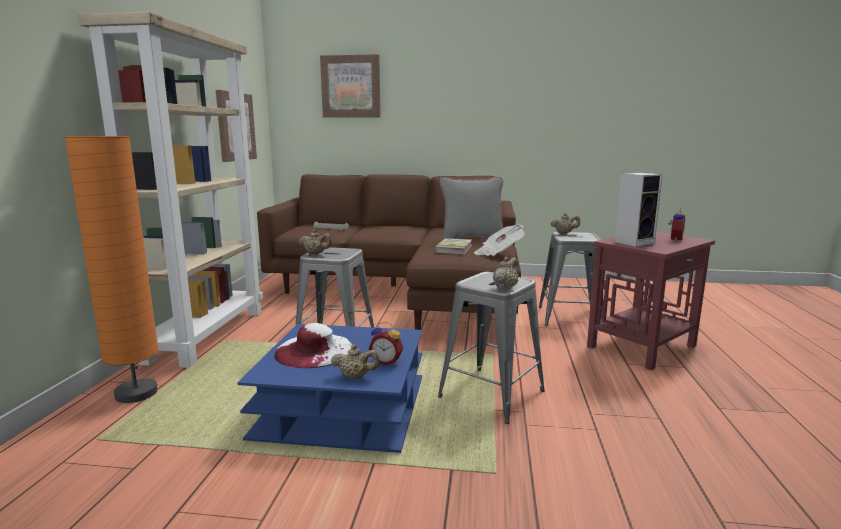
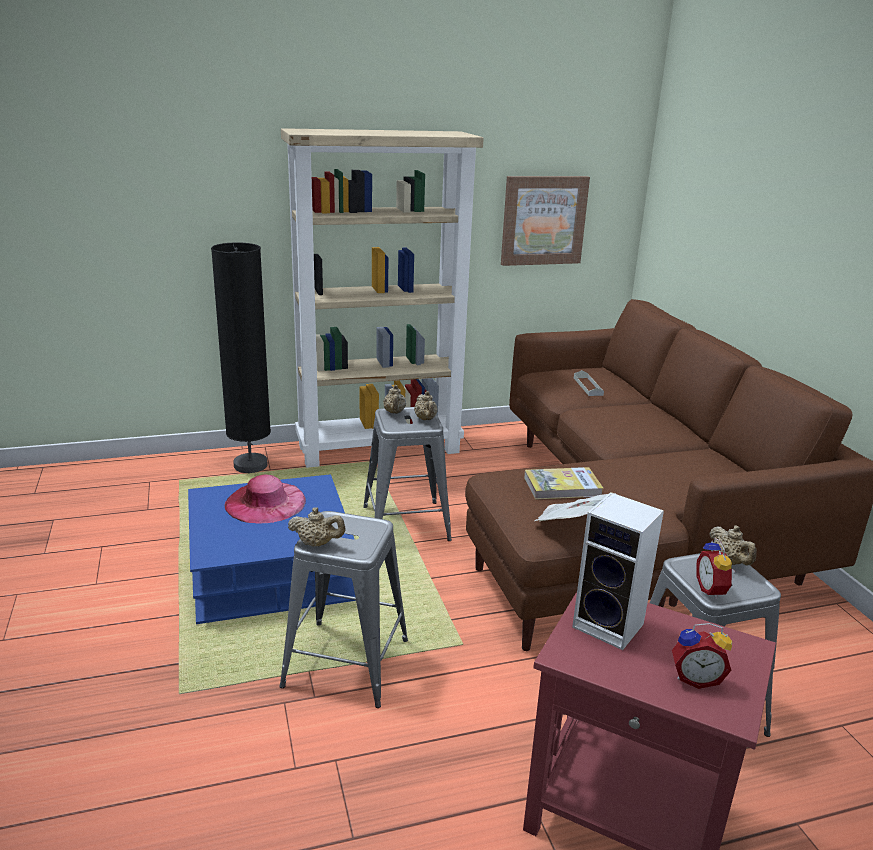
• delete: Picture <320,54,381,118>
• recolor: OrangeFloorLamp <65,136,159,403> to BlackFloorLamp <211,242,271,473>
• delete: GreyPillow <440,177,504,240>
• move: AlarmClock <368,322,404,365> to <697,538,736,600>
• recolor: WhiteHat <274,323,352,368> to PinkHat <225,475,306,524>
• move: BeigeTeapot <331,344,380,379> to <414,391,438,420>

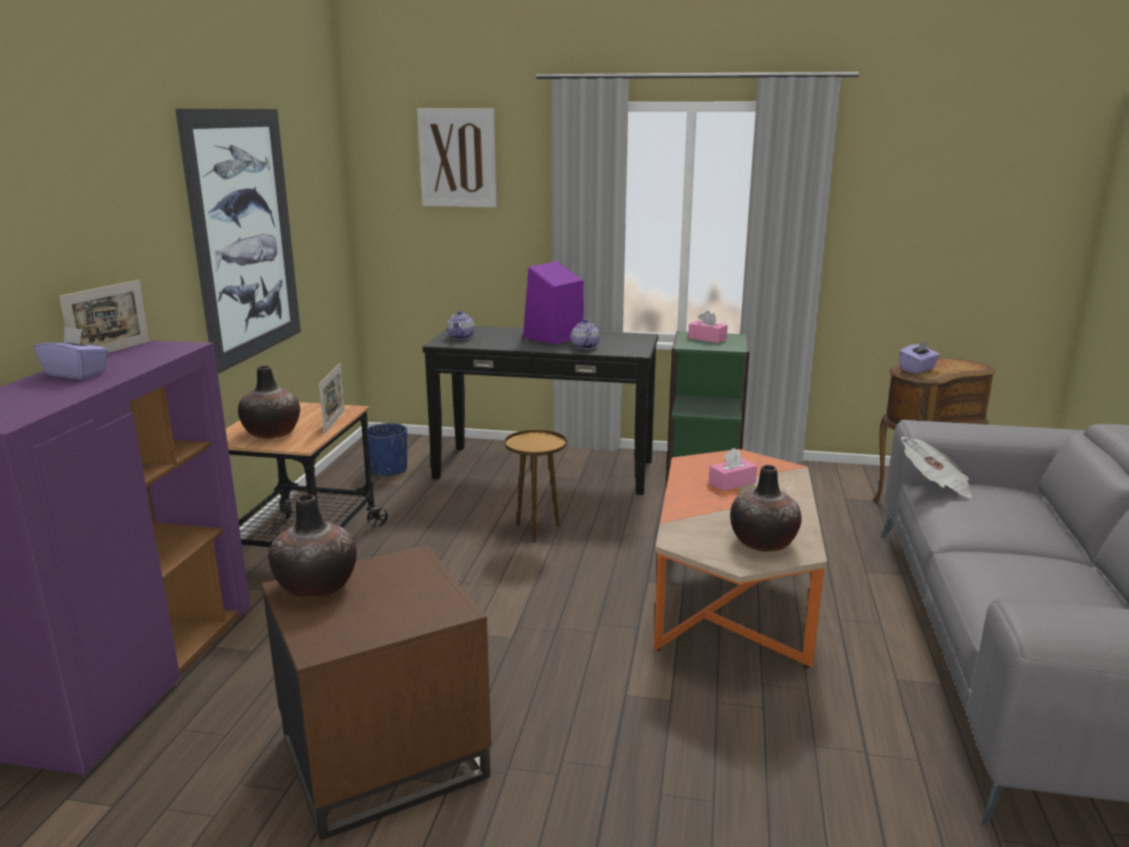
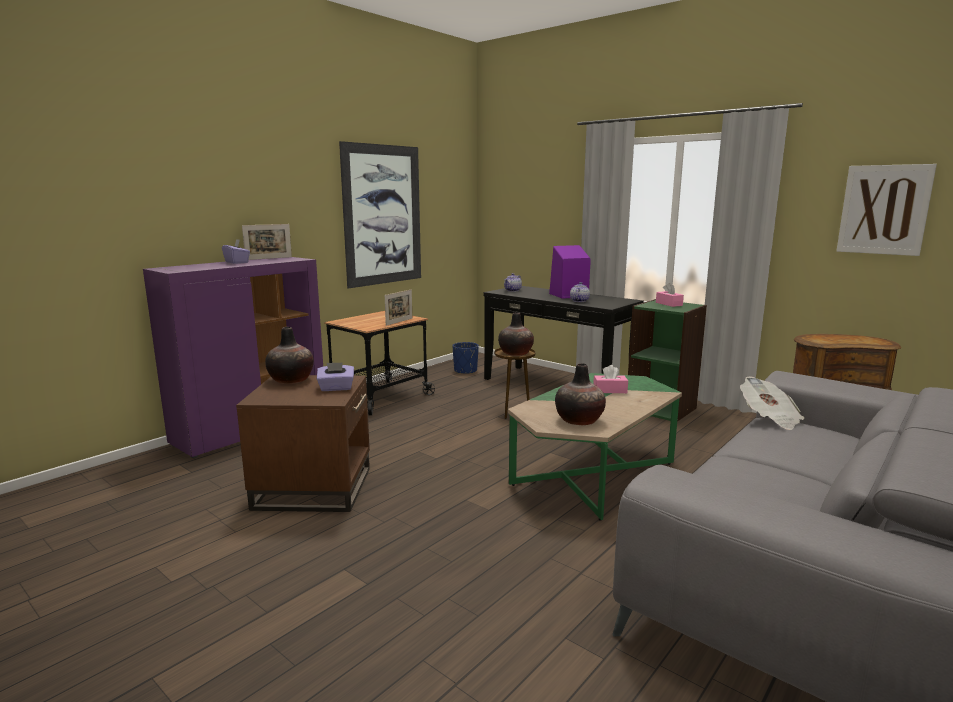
• move: Picture <417,108,497,208> to <836,164,937,256>
• move: PurpleTissueBox <899,341,940,374> to <317,363,354,391>
• move: Vase <238,366,300,439> to <498,312,534,356>
• recolor: OrangeCoffeeTable <654,449,827,668> to GreenCoffeeTable <508,373,682,521>

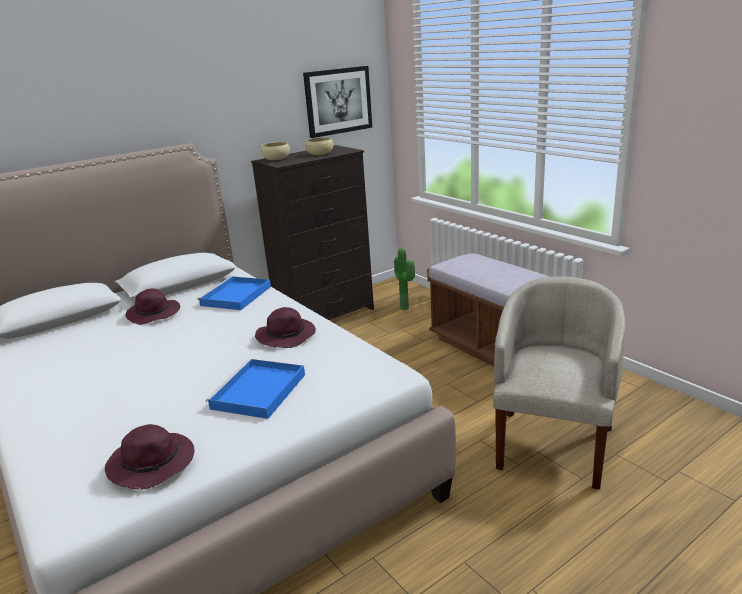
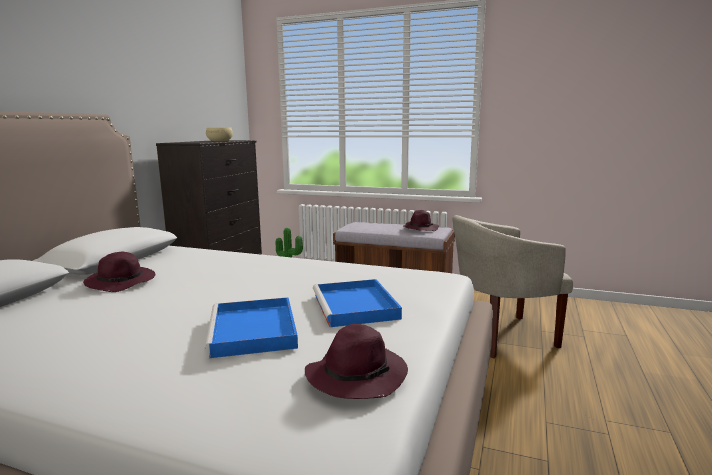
• delete: Picture <303,66,372,138>
• delete: BeigeBowl <261,142,290,160>
• move: BlueTray <197,276,271,310> to <205,297,298,358>
• rotate: BeigeArmchair <493,276,625,490> = <452,215,573,359> 90 degrees counterclockwise
• move: PurpleHat <255,307,316,348> to <403,210,439,231>

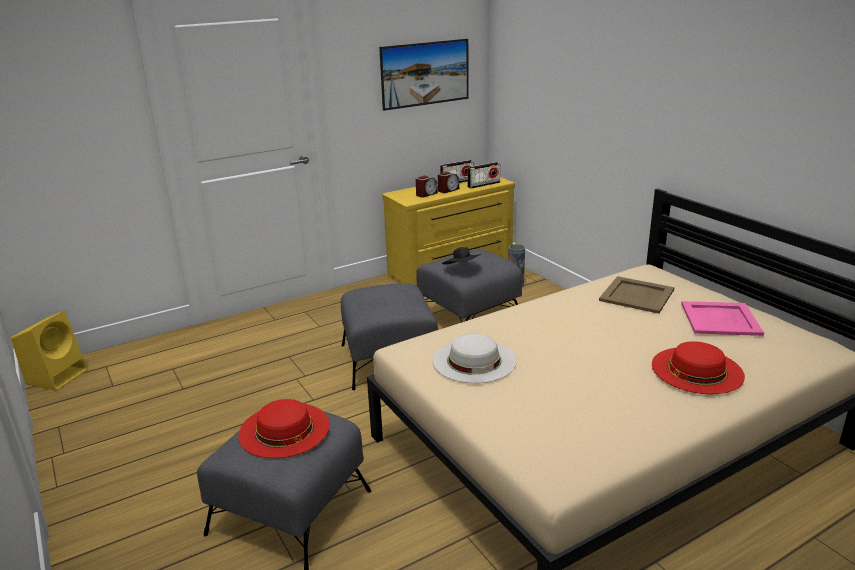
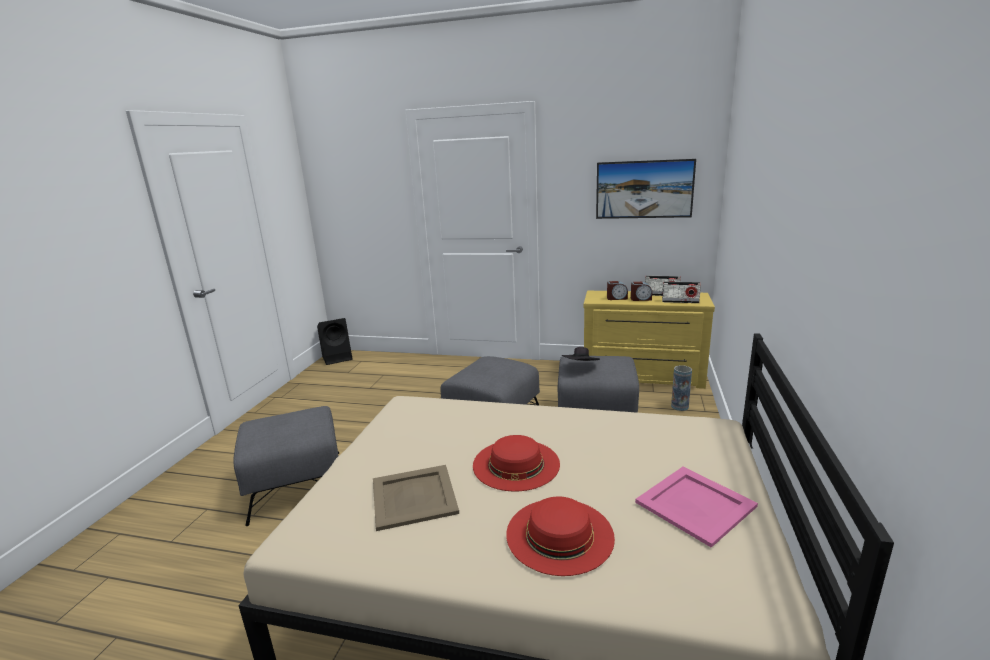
• move: BeigeTray <599,276,674,314> to <373,465,459,531>
• recolor: YellowSpeaker <11,311,87,391> to BlackSpeaker <317,318,353,365>
• delete: WhiteHat <433,333,516,383>
• move: RedHat <238,399,330,458> to <473,435,560,491>

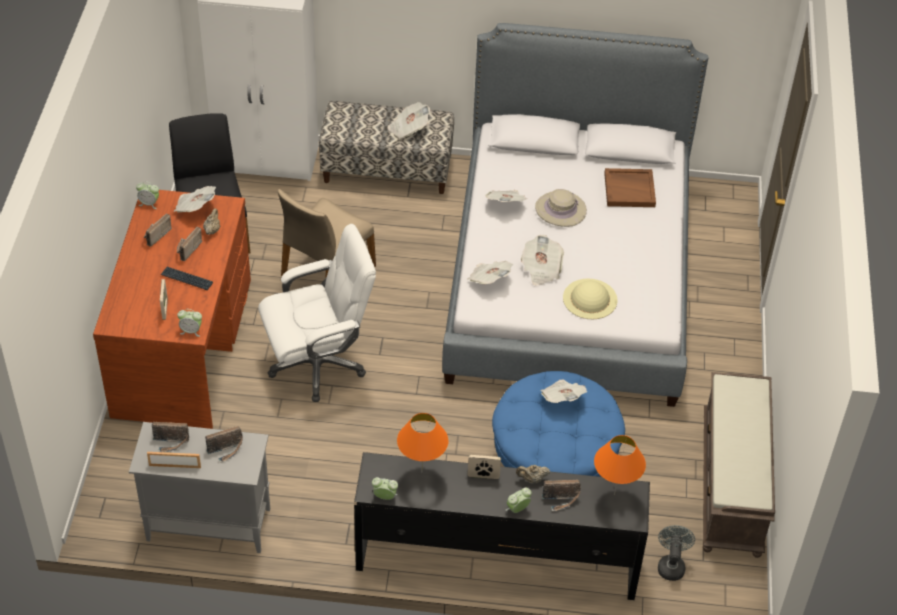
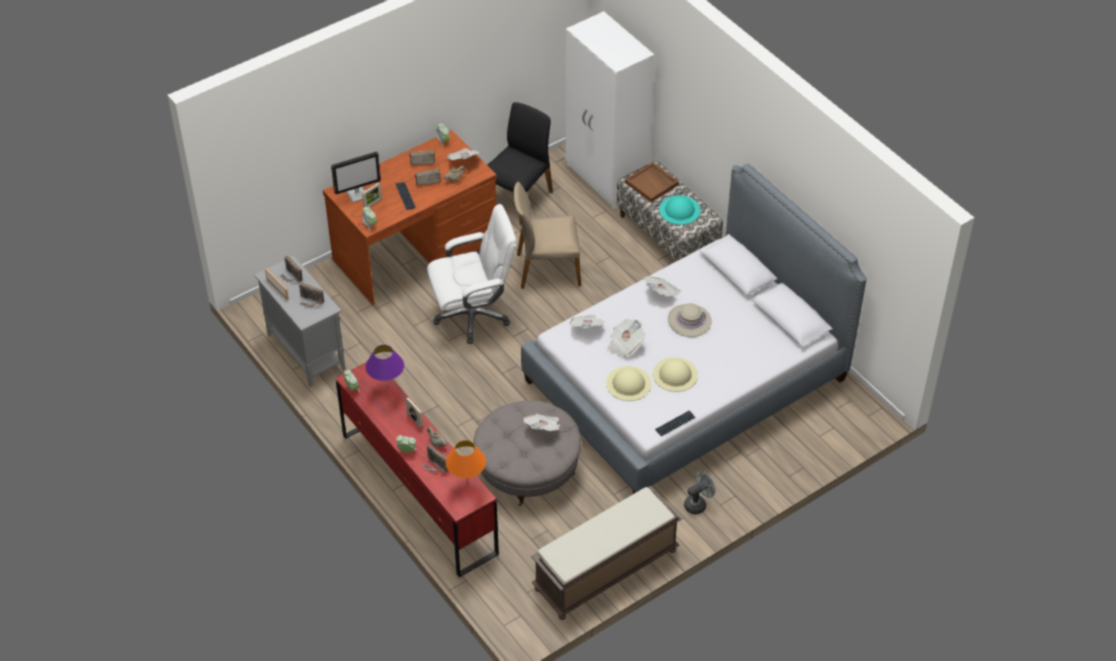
• replace: Newspaper <388,102,431,139> to TurquoiseHat <659,195,701,225>
• move: BrownTray <604,168,656,207> to <625,162,679,202>
• rotate: WhiteOfficeChair <258,224,376,402> = <427,204,517,344> 45 degrees counterclockwise
• recolor: BlueOttoman <492,371,625,477> to GreyOttoman <473,400,581,506>
• recolor: OrangeTableLamp <397,413,448,462> to PurpleTableLamp <365,345,404,392>
• recolor: BlackDresser <354,452,650,600> to RedDresser <335,362,499,578>
• move: GreyFan <658,525,695,581> to <684,471,715,514>
• insert: Monitor <331,151,381,202>
• insert: BeigeHat <653,357,698,392>
• insert: Keyboard <655,410,696,437>

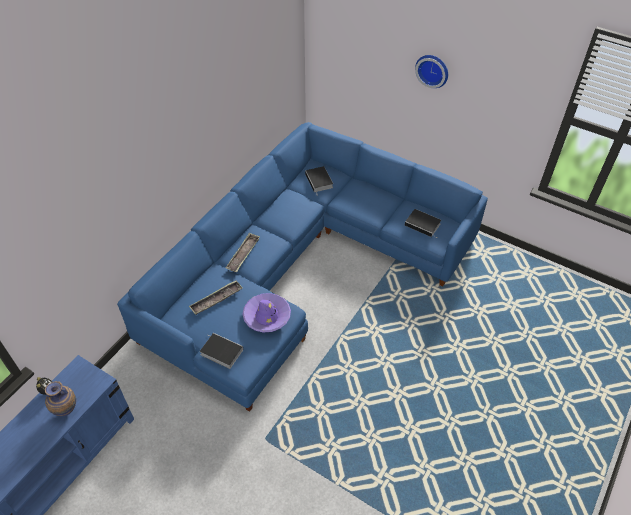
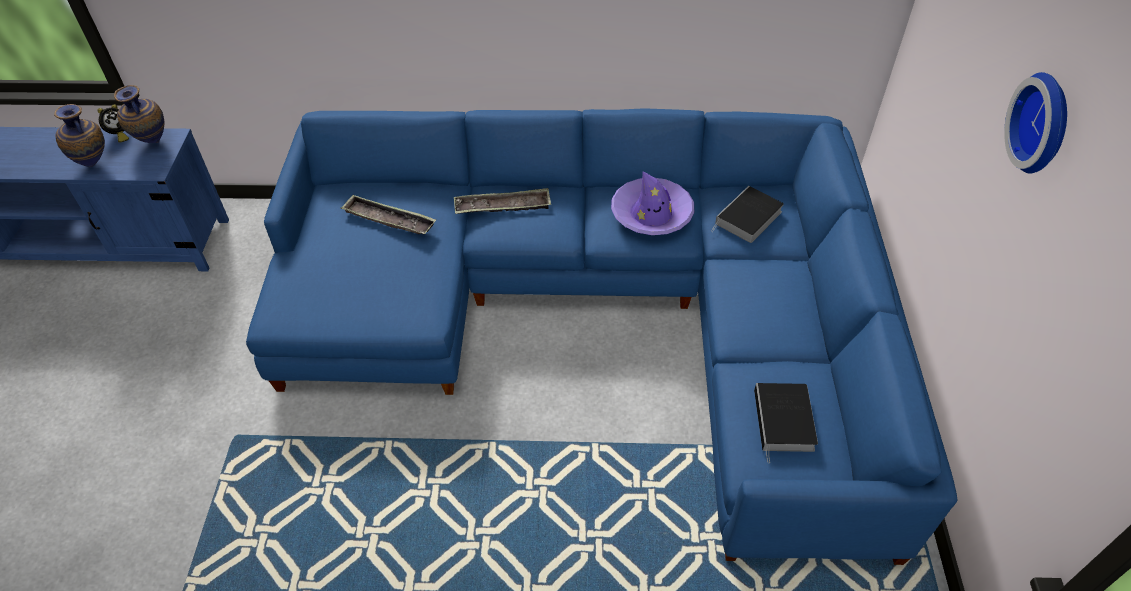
• move: PurpleHat <243,293,291,333> to <611,171,694,235>
• delete: Book <200,333,243,369>
• insert: Vase <114,85,165,143>

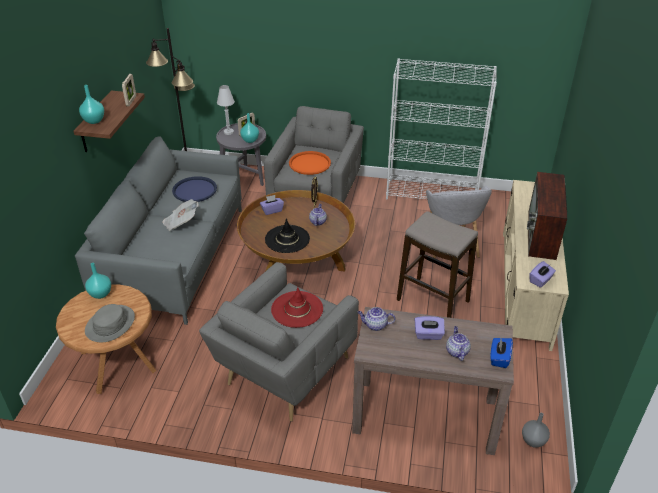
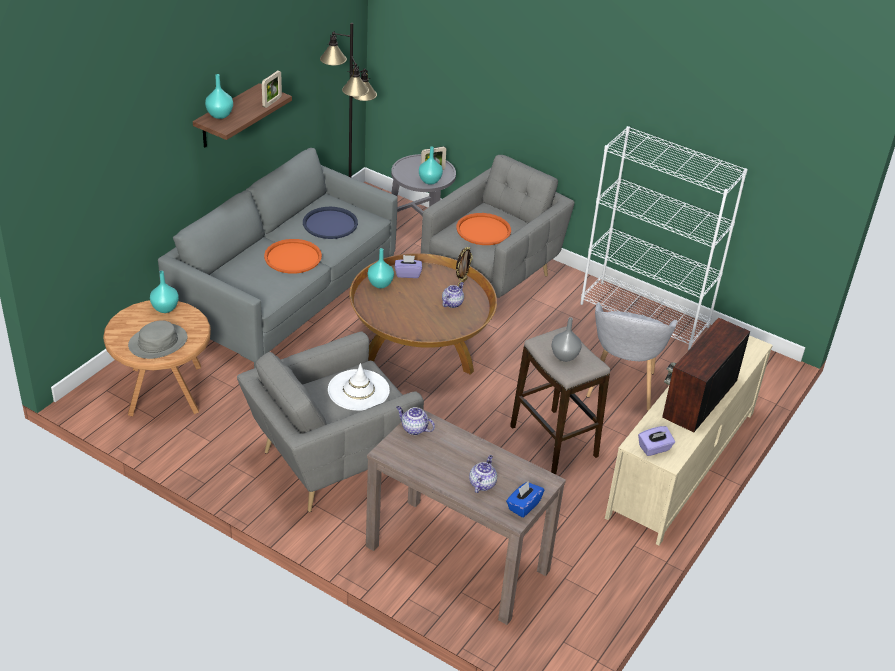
• delete: WhiteTableLamp <217,85,235,135>
• replace: Newspaper <162,199,199,231> to OrangeTray <264,239,322,274>
• delete: BlackHat <265,218,310,253>
• recolor: RedHat <271,287,323,328> to WhiteHat <328,363,390,411>
• delete: PurpleTissueBox <415,316,445,340>
• move: GreyVase <522,413,550,448> to <551,317,582,362>
• insert: TurquoiseVase <368,248,394,288>

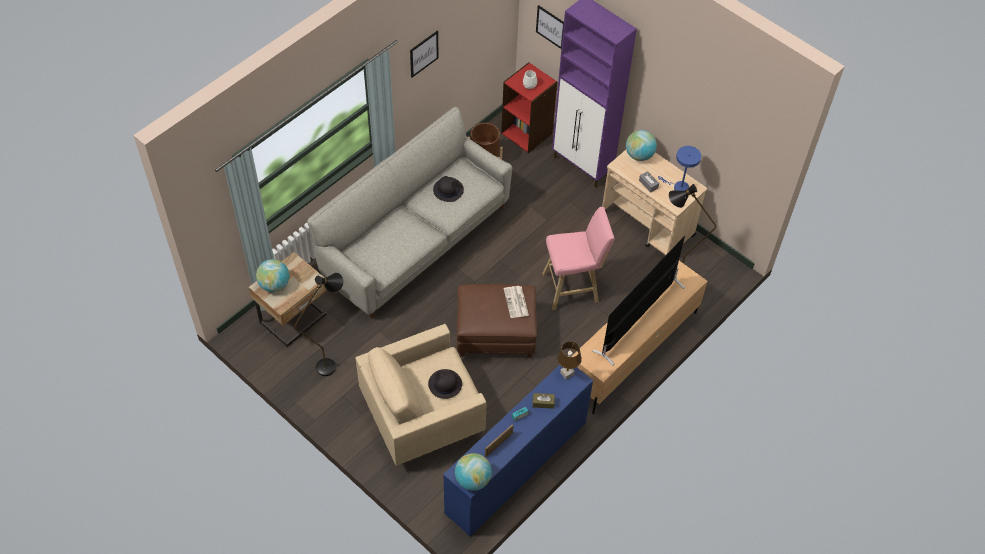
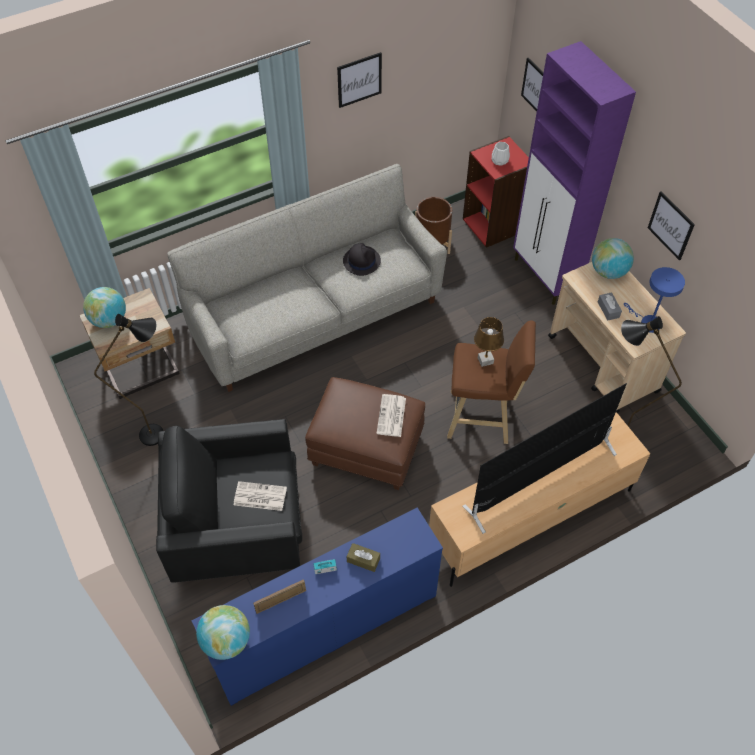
• recolor: PinkStool <542,207,614,310> to BrownStool <447,320,536,444>
• recolor: BeigeArmchair <355,324,486,466> to BlackArmchair <156,419,302,583>
• move: BrownTableLamp <557,341,582,379> to <474,317,504,367>
• replace: BlackHat <428,369,462,399> to Newspaper <234,481,287,511>
• insert: Picture <648,191,695,261>

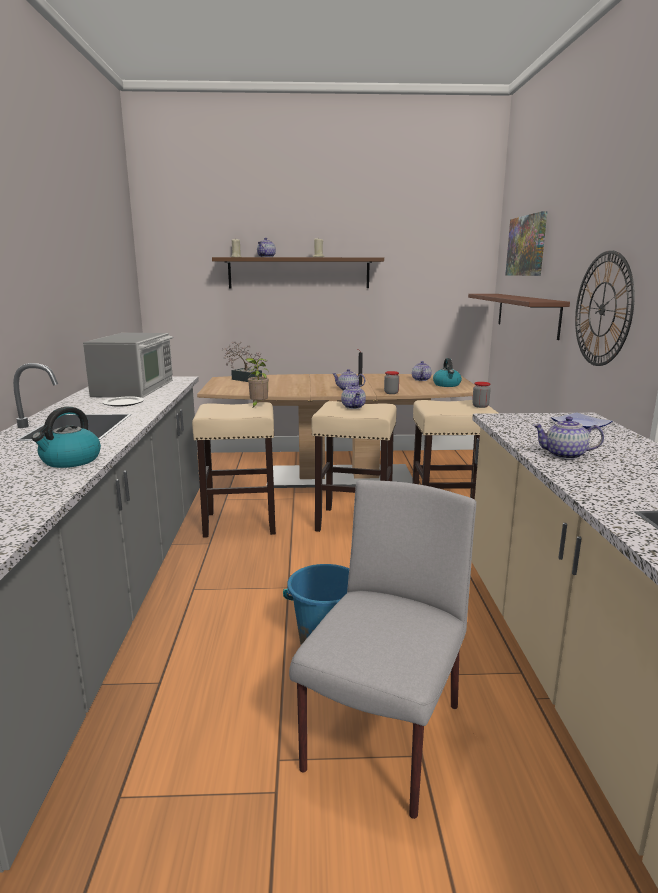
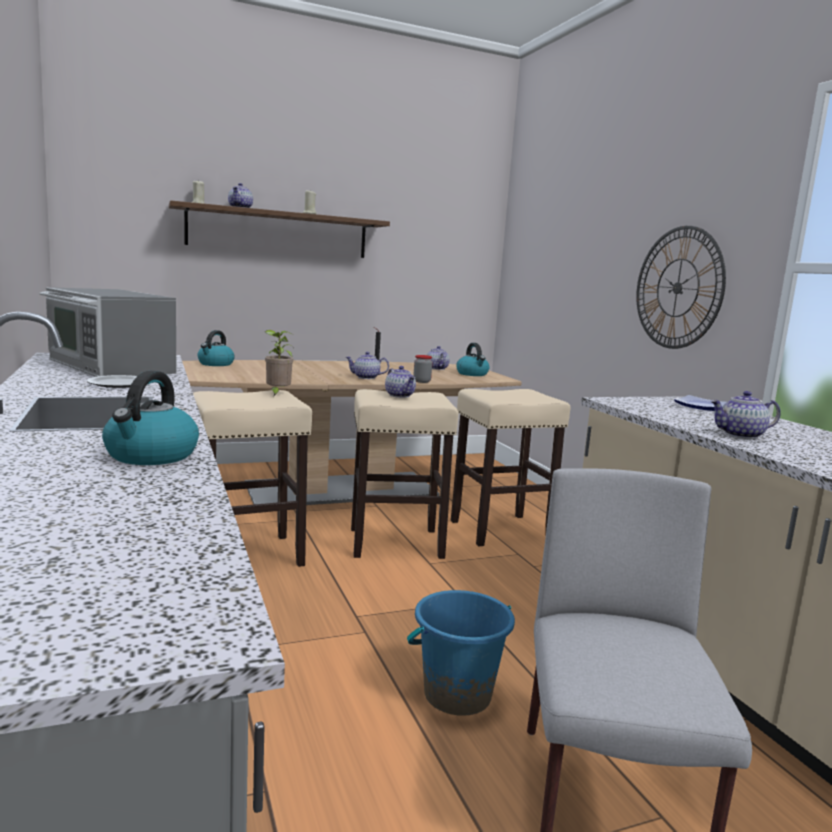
• delete: Picture <505,211,547,276>
• delete: BrownShelf <468,294,570,340>
• rotate: Microwave <83,333,173,398> = <39,287,177,377> 150 degrees clockwise
• replace: PottedPlant <222,341,267,382> to Kettle <198,330,235,366>
• delete: Jar <472,382,491,408>

